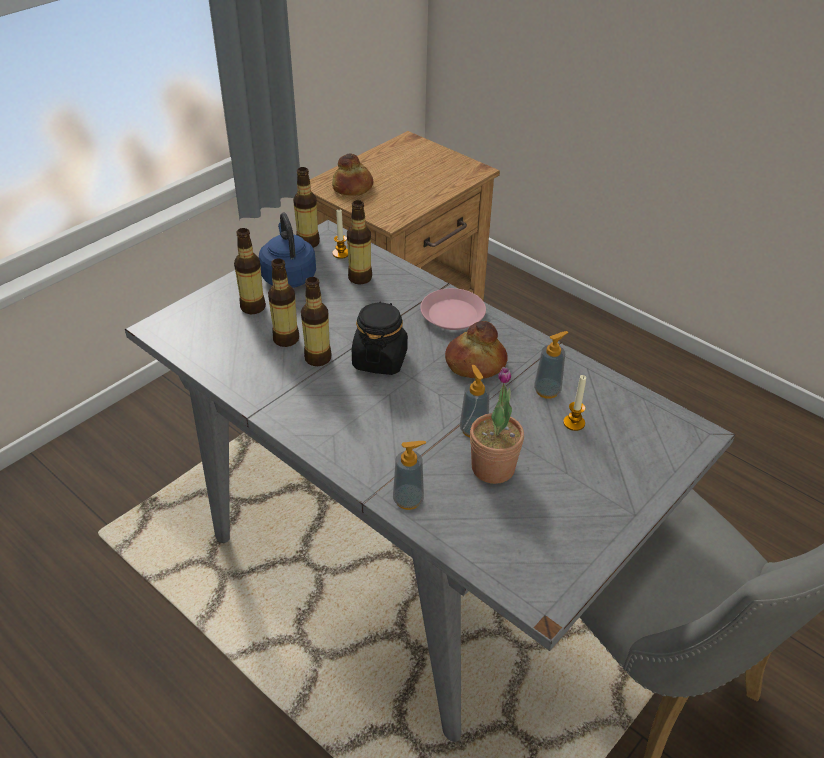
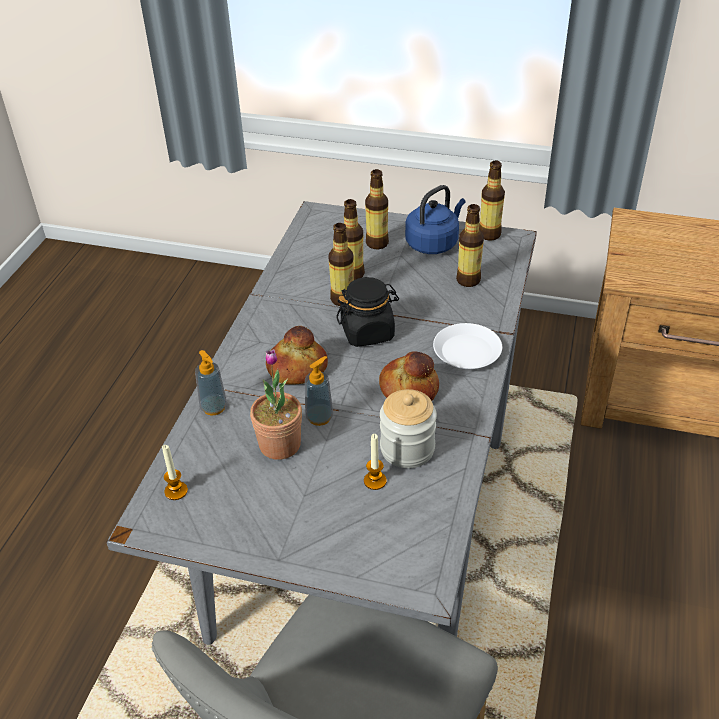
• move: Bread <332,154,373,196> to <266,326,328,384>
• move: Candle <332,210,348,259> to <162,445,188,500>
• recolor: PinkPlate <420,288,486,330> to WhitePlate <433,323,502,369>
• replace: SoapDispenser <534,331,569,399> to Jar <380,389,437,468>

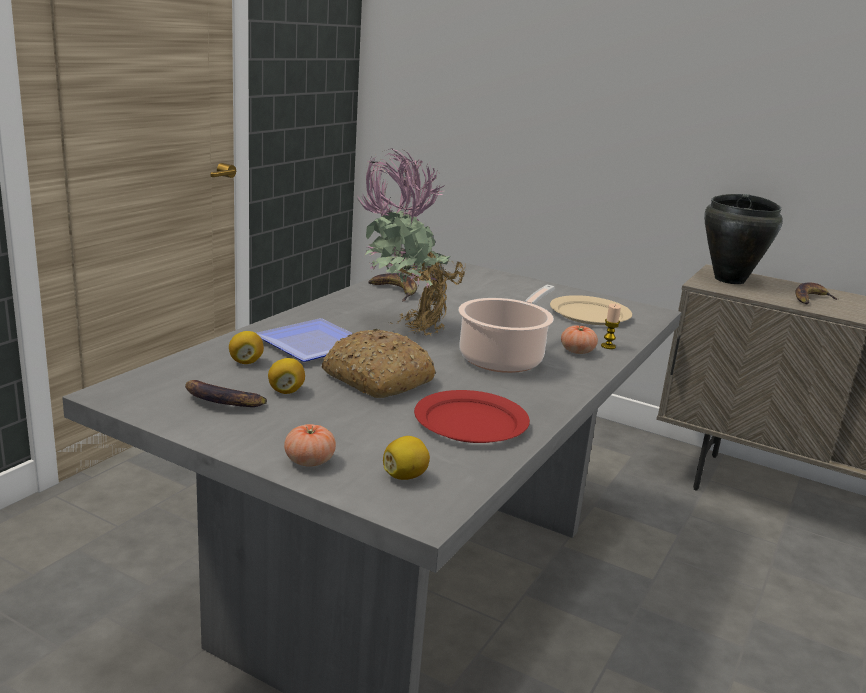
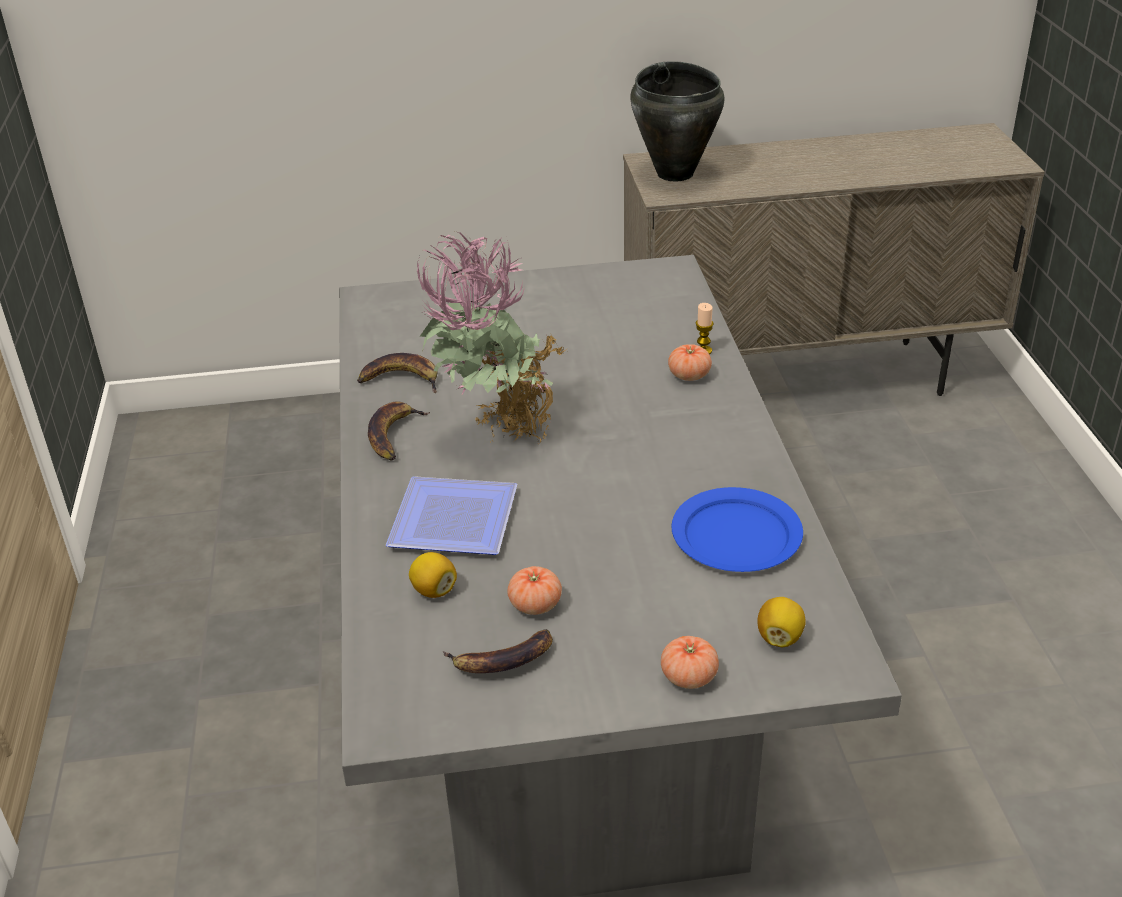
• move: Banana <795,283,837,304> to <368,402,430,461>
• delete: CookingPot <458,285,555,373>
• delete: BeigePlate <550,295,632,325>
• delete: Bread <322,329,436,398>
• replace: Lemon <268,358,305,394> to Tomato <507,566,562,615>
• recolor: RedPlate <414,390,530,443> to BluePlate <671,487,803,572>

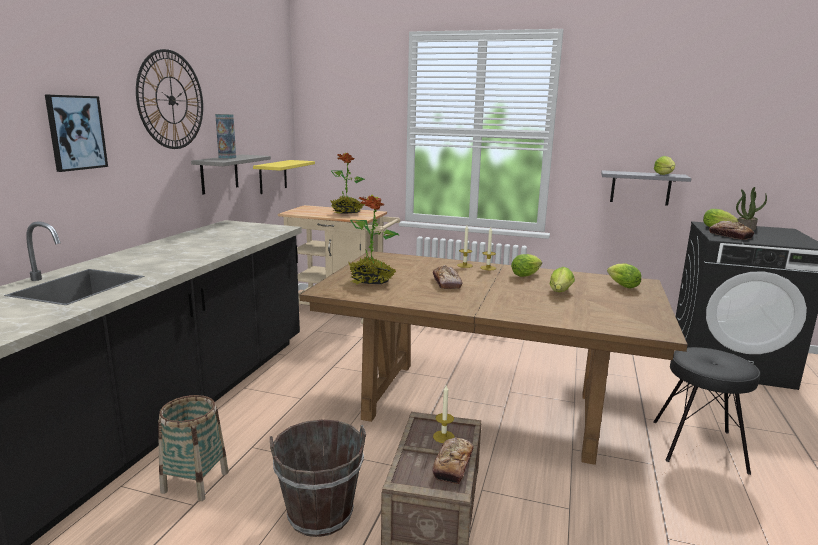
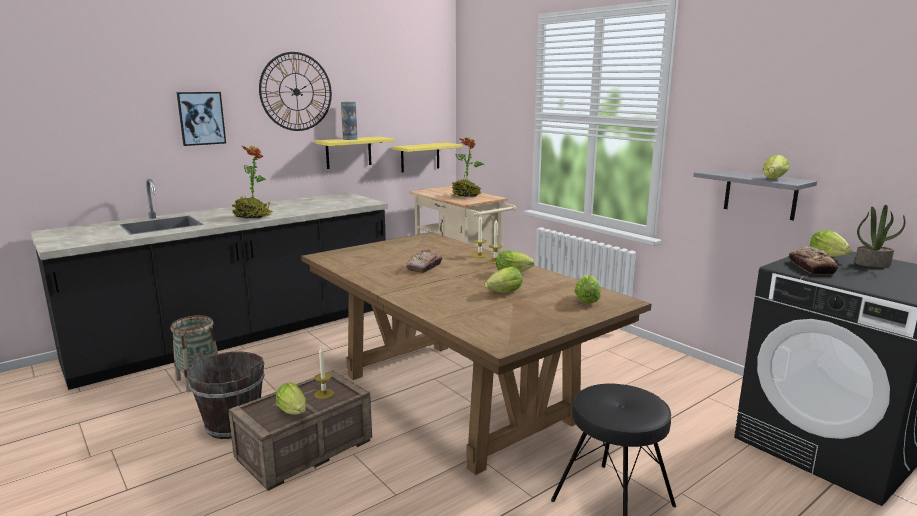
• recolor: GreyShelf <191,155,271,194> to YellowShelf <315,136,394,169>
• move: PottedPlant <348,195,399,285> to <231,146,274,218>
• replace: Bread <433,437,474,484> to Lettuce <276,383,306,415>

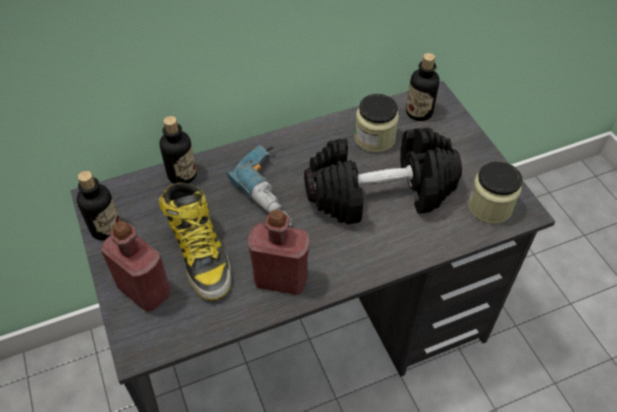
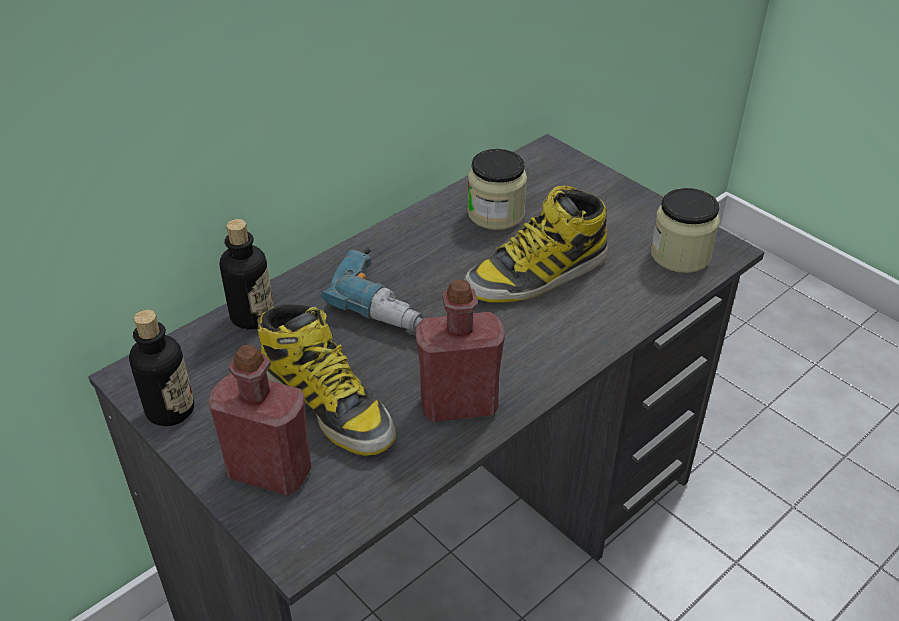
• delete: Bottle <406,53,440,121>
• replace: BlackDumbbell <304,128,462,224> to Boot <464,186,608,303>

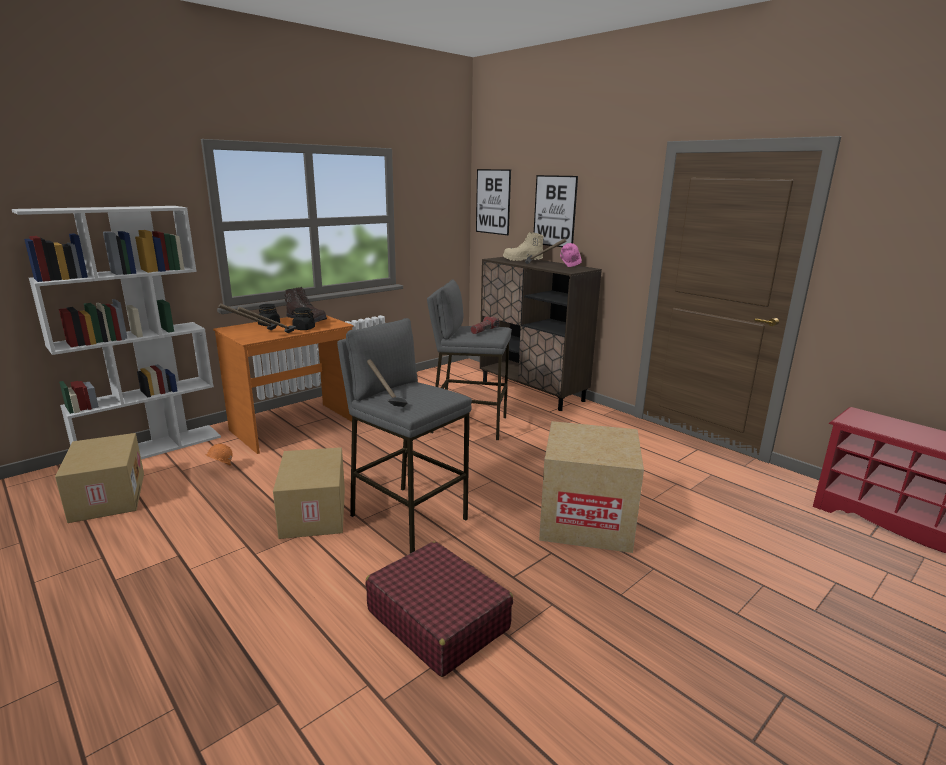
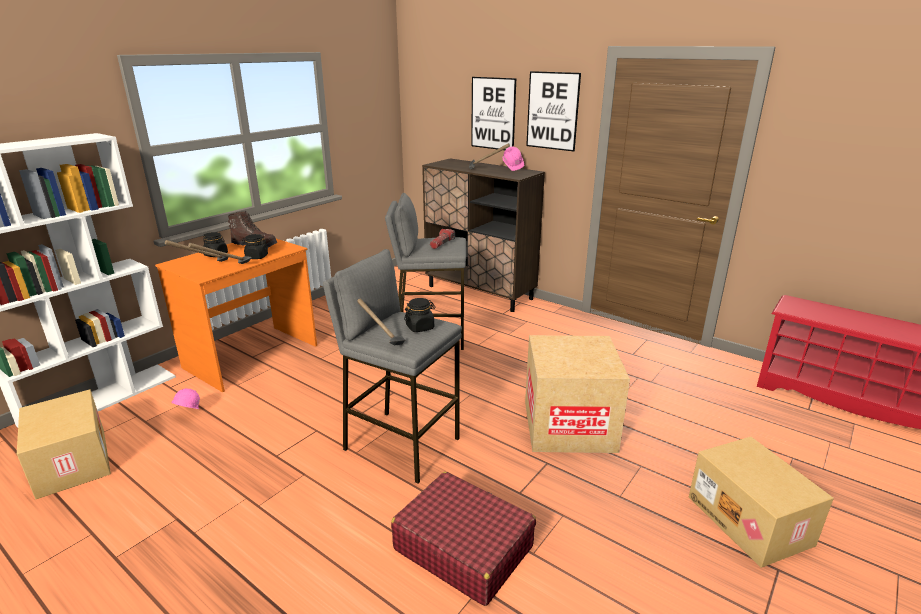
• move: Picture <476,169,511,235> to <526,71,581,151>
• delete: BeigeBoot <503,232,544,261>
• recolor: OrangeHardHat <205,443,233,466> to PinkHardHat <171,388,200,409>
• move: CardboardBox <273,447,345,539> to <689,437,834,568>
• insert: BlackJar <404,298,436,332>

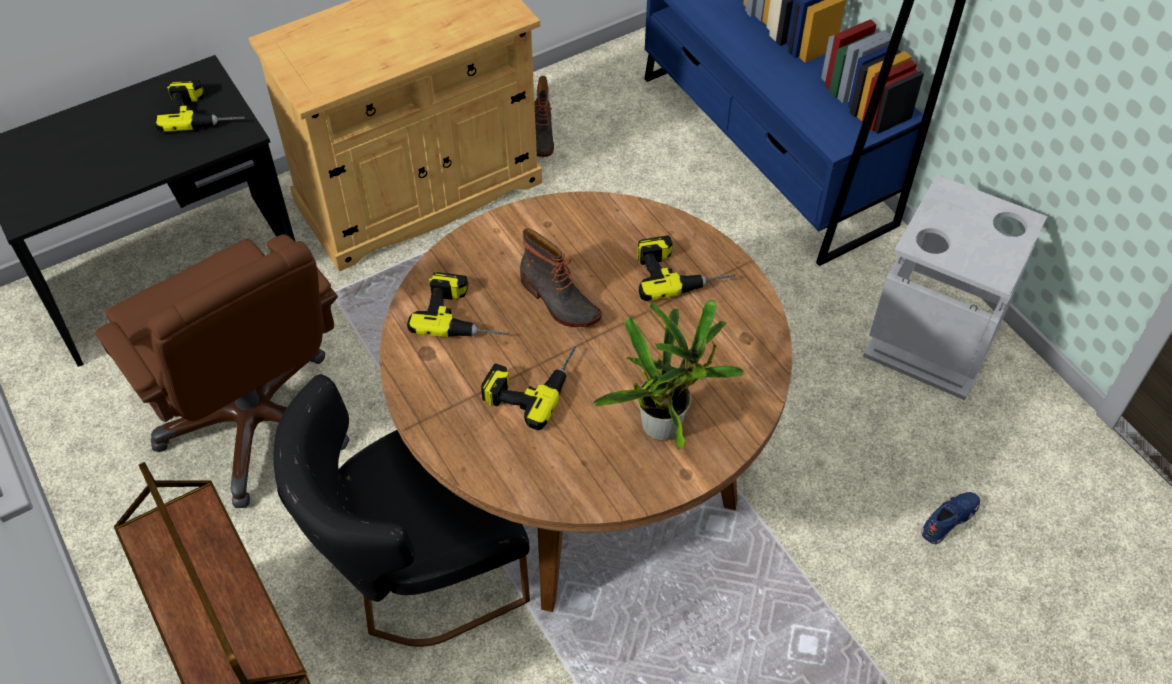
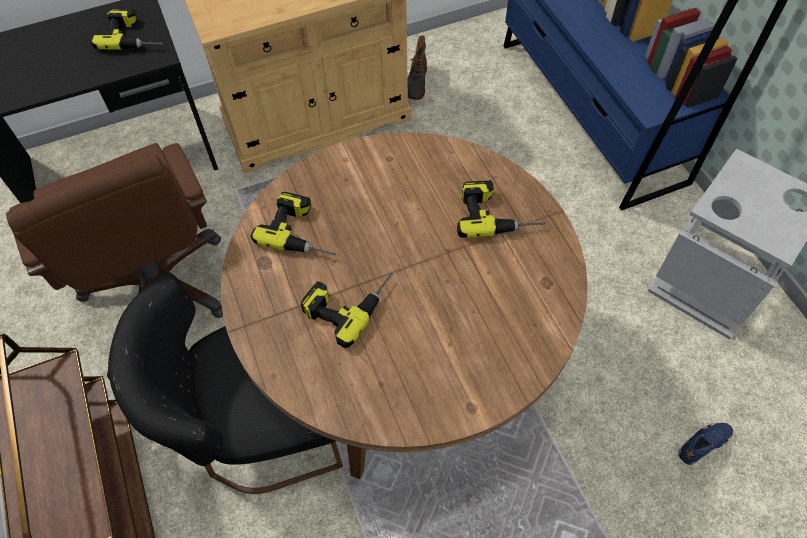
• delete: Boot <520,228,602,327>
• delete: PottedPlant <593,300,744,450>

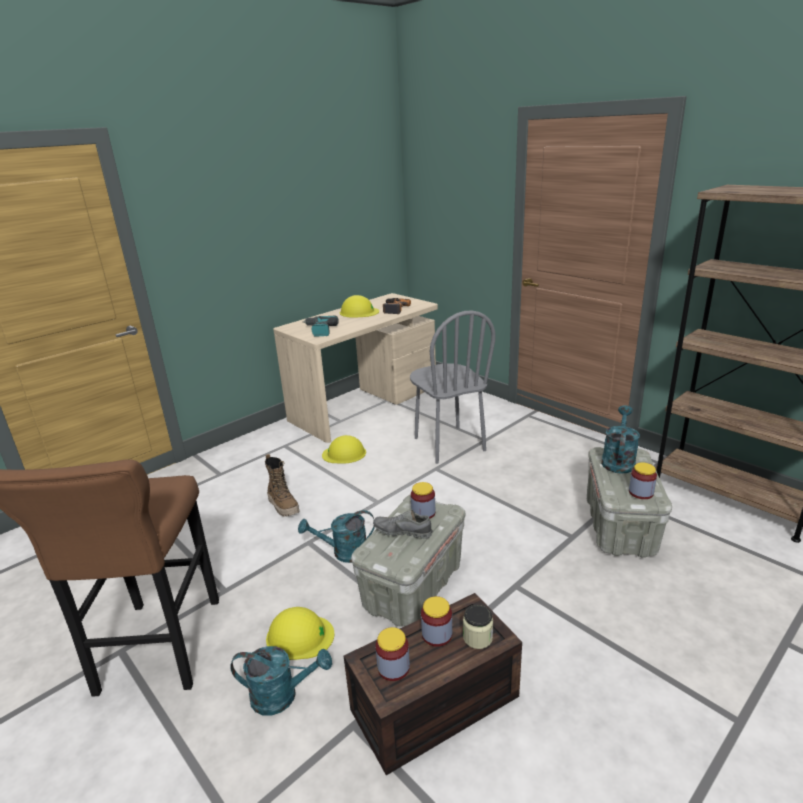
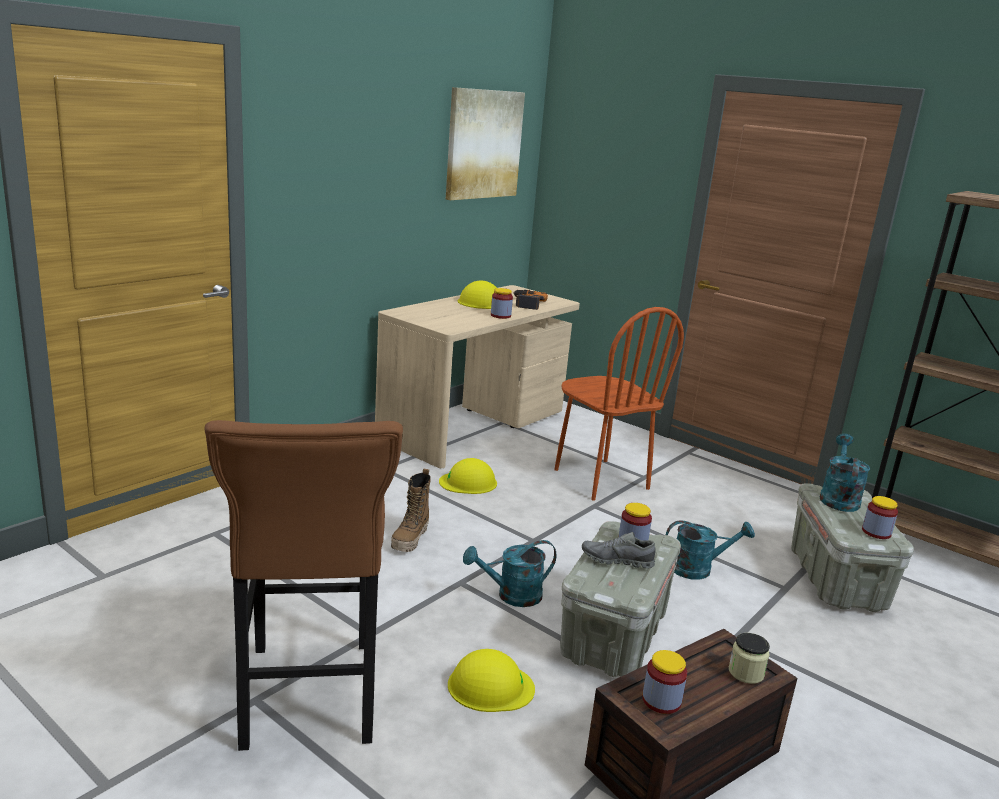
• recolor: GreyChair <410,310,496,464> to BrownChair <554,307,684,501>
• delete: PowerDrill <302,316,339,337>
• rotate: Boot <265,454,299,517> = <391,469,431,552> 60 degrees clockwise
• move: Jar <421,596,452,647> to <491,288,513,319>
• move: TurquoiseWateringCan <230,646,332,716> to <666,520,755,580>
• insert: Picture <446,87,525,200>

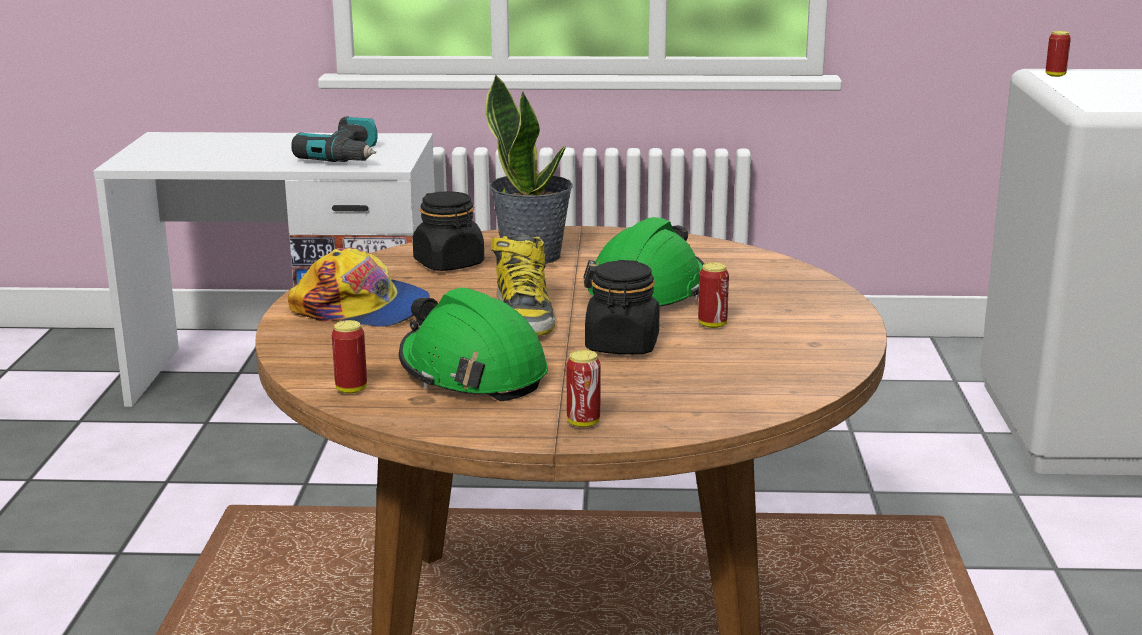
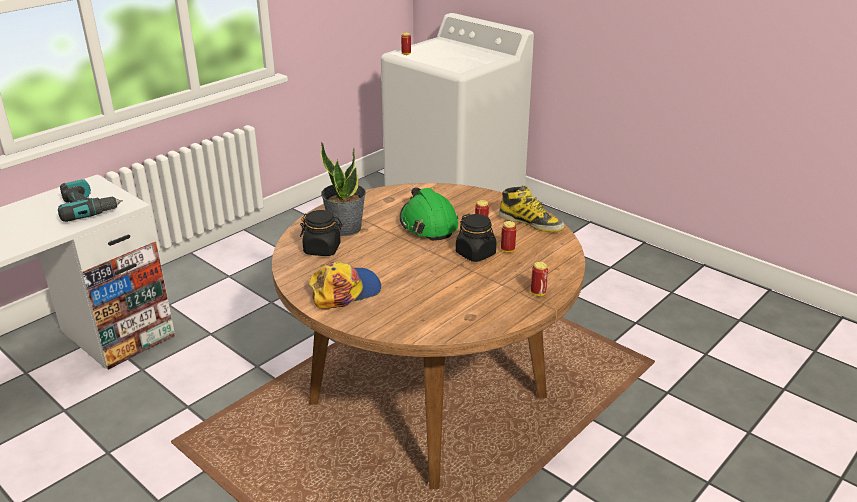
• move: Boot <491,235,555,336> to <498,185,565,232>
• delete: GreenHardHat <399,288,548,401>
• move: Can <332,320,367,393> to <501,221,516,253>

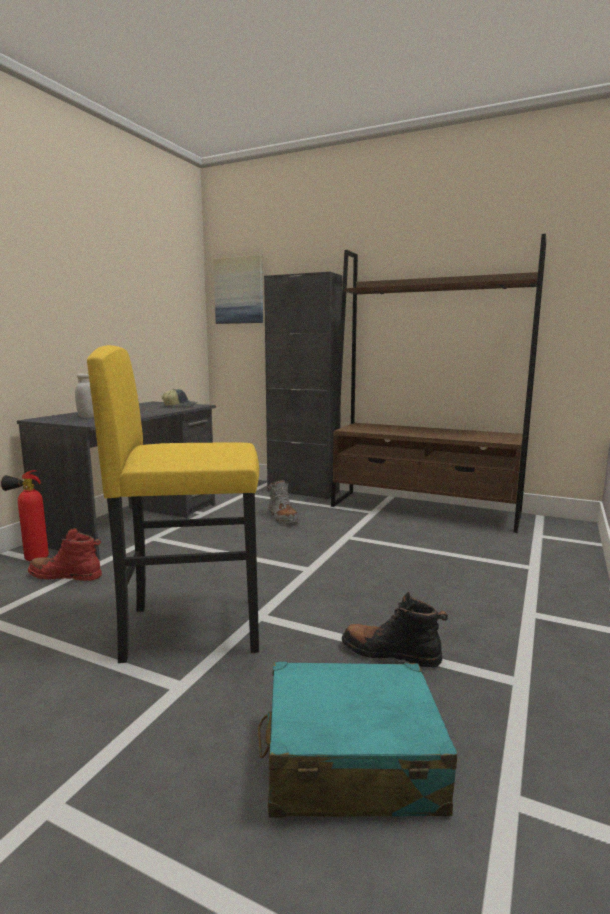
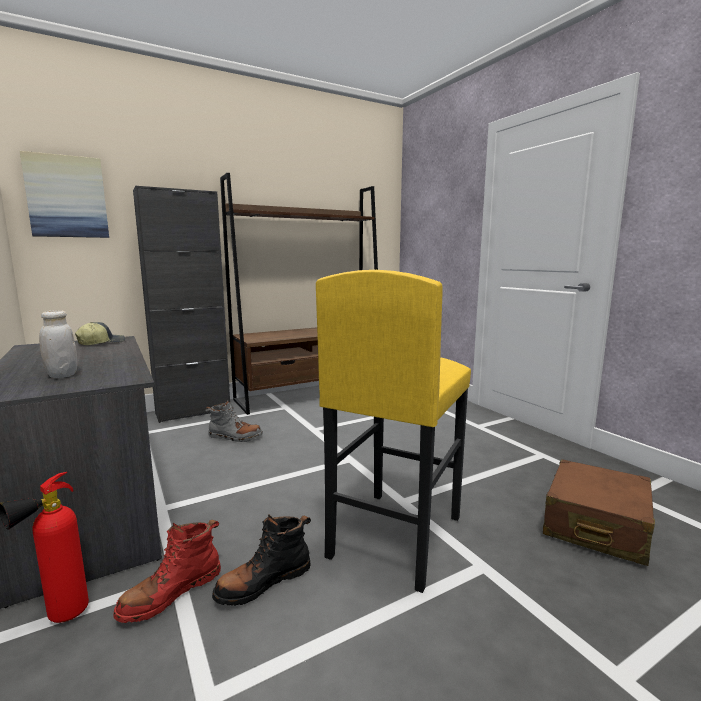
• move: BlackBoot <342,592,448,668> to <212,514,311,606>
• recolor: TurquoiseSuitcase <258,662,457,818> to BrownSuitcase <543,459,655,566>

